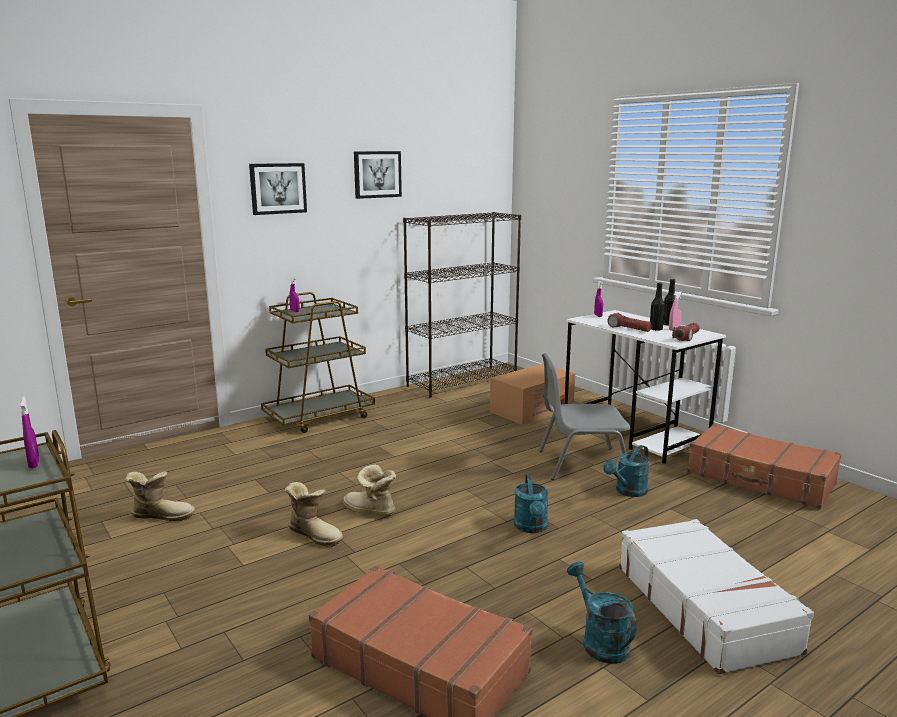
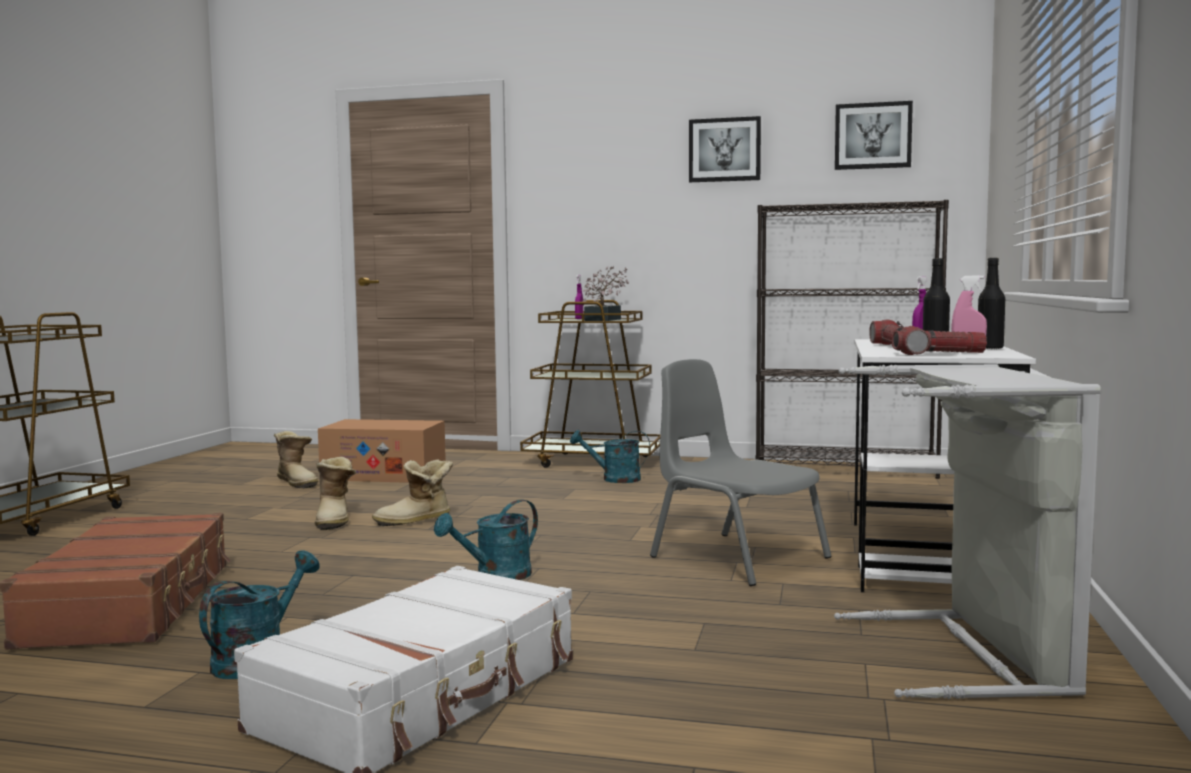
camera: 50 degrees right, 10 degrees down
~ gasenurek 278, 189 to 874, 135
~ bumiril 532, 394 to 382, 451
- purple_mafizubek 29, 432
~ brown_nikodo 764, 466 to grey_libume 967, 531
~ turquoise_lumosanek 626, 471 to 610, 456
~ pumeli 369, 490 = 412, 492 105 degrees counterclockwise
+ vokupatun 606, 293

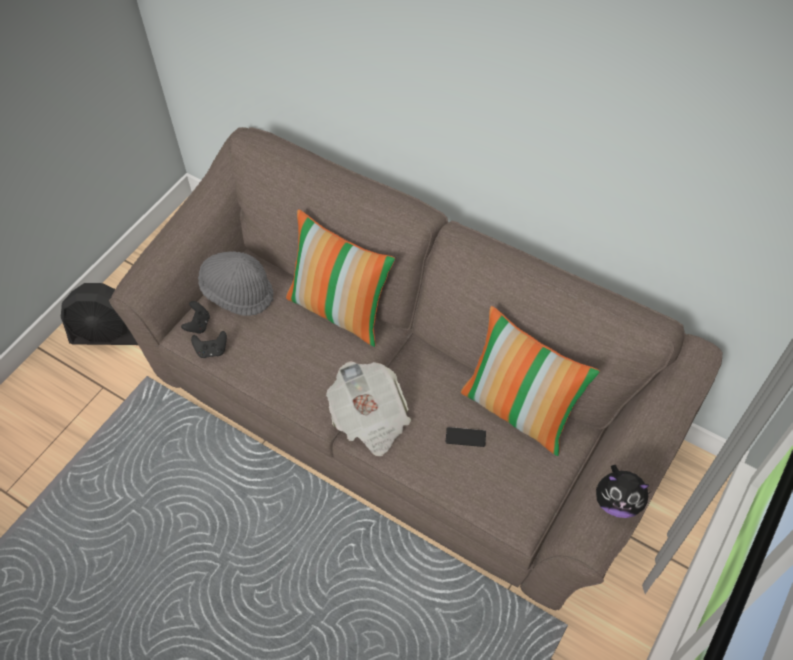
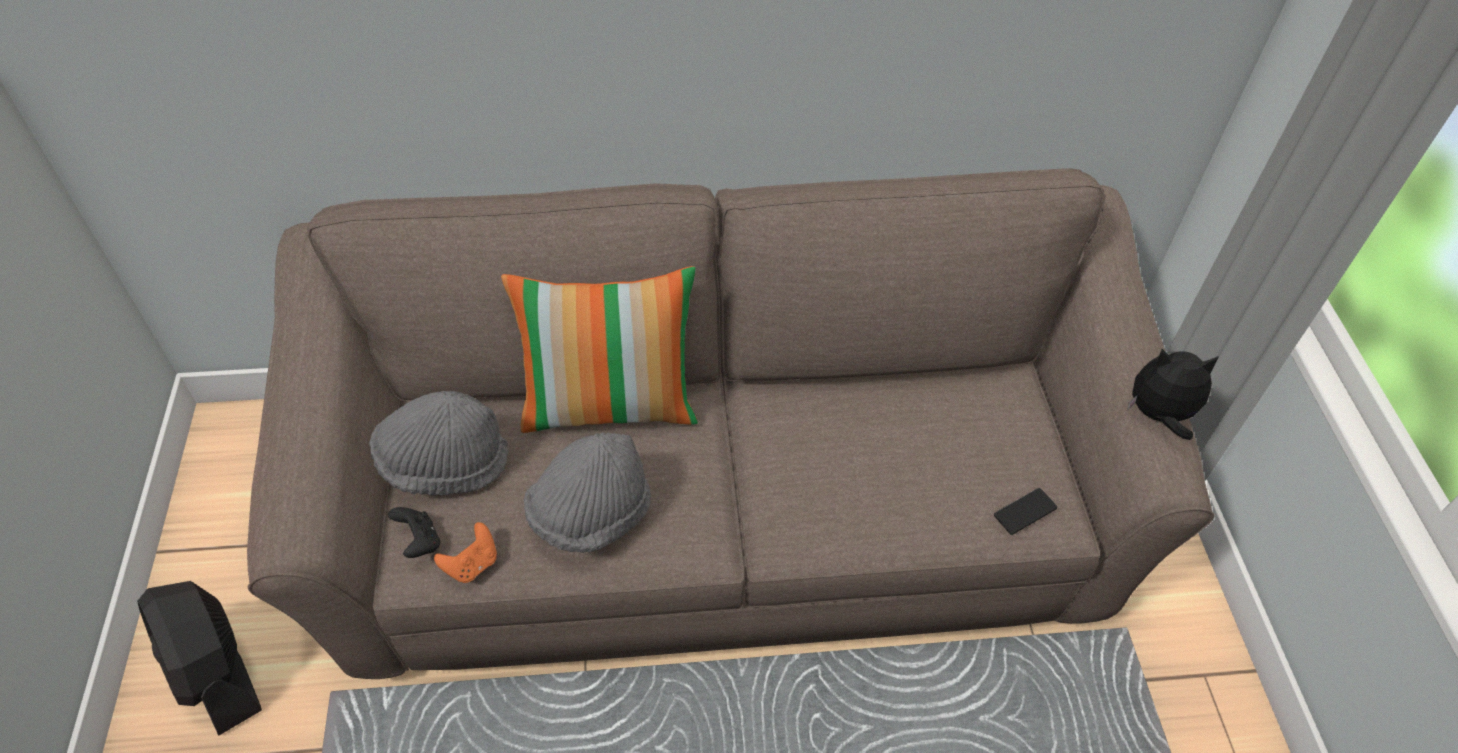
camera: 40 degrees left, 5 degrees down
~ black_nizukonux 99, 314 = 199, 658 90 degrees clockwise
- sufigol 530, 381
~ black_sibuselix 209, 344 to orange_sibuselix 465, 552
- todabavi 368, 408
~ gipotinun 466, 437 to 1025, 511
~ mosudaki 624, 491 = 1173, 394 150 degrees counterclockwise
+ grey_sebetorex 587, 492

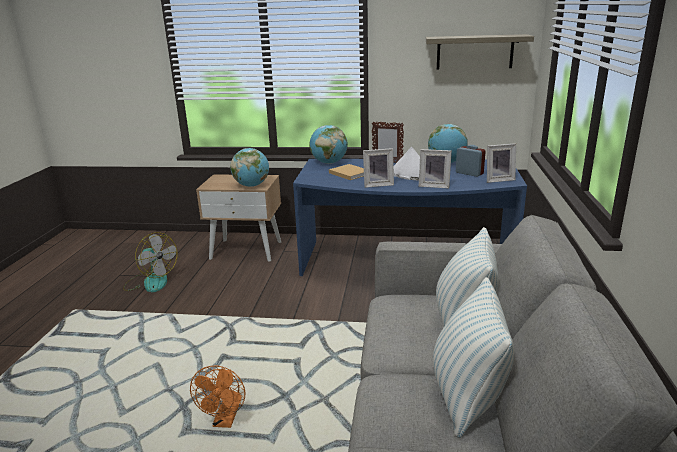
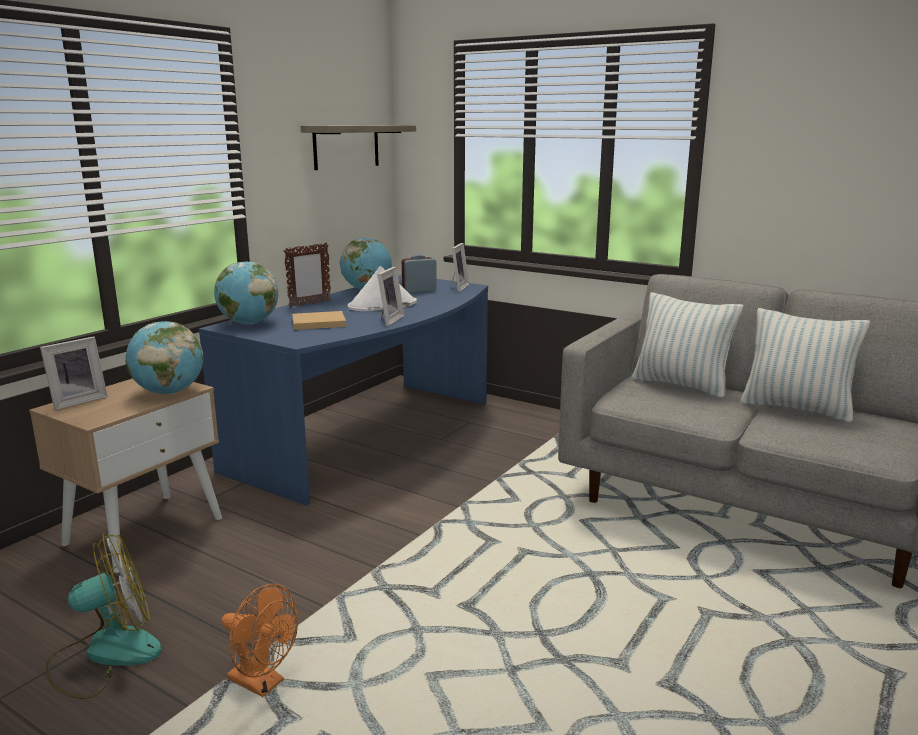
camera: 65 degrees left, 5 degrees down
~ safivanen 435, 169 to 74, 373
~ orange_nizukonux 217, 396 to 259, 640

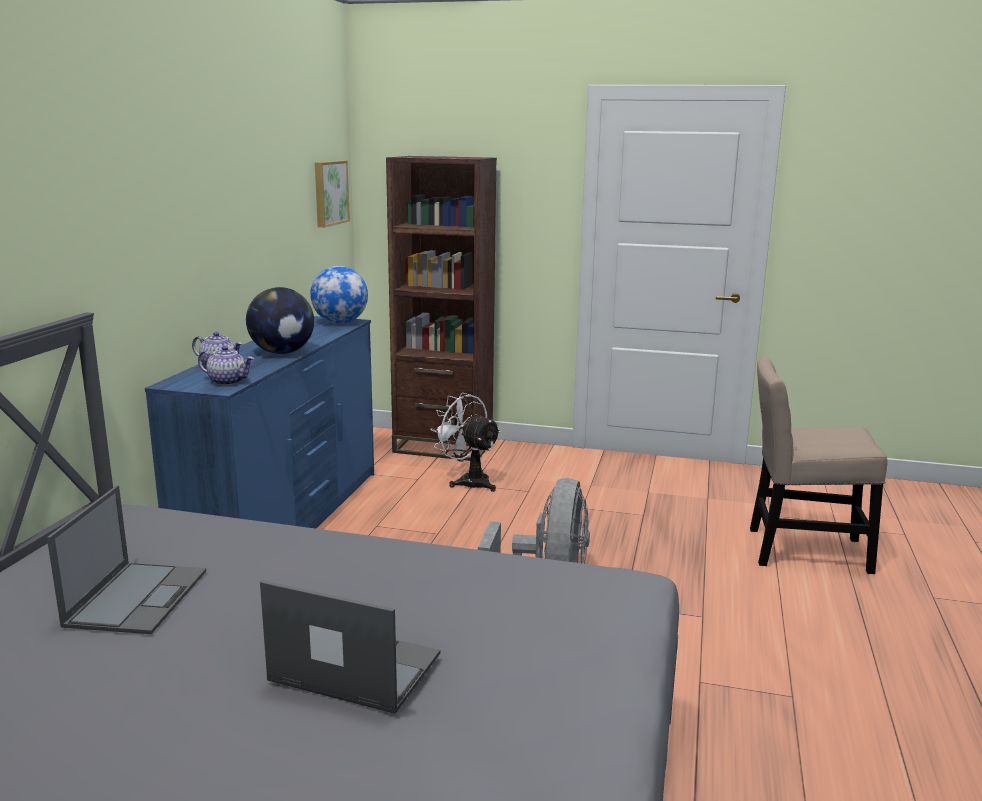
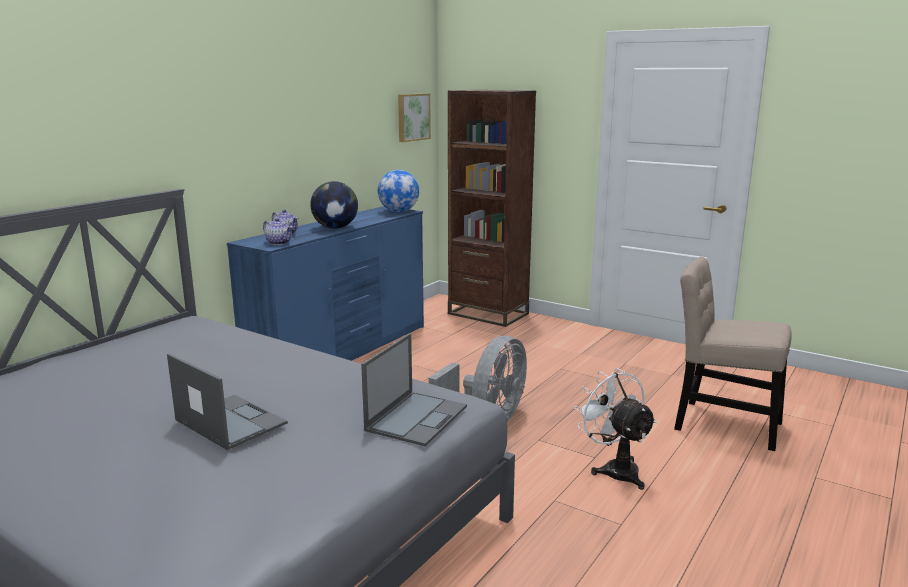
camera: 20 degrees right, 0 degrees up
~ white_nizukonux 465, 442 to 615, 429
~ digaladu 126, 560 to 414, 389

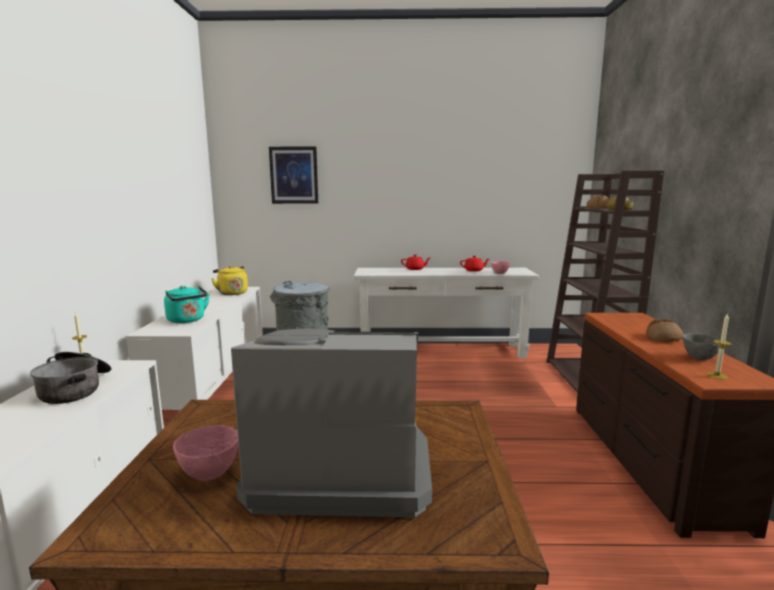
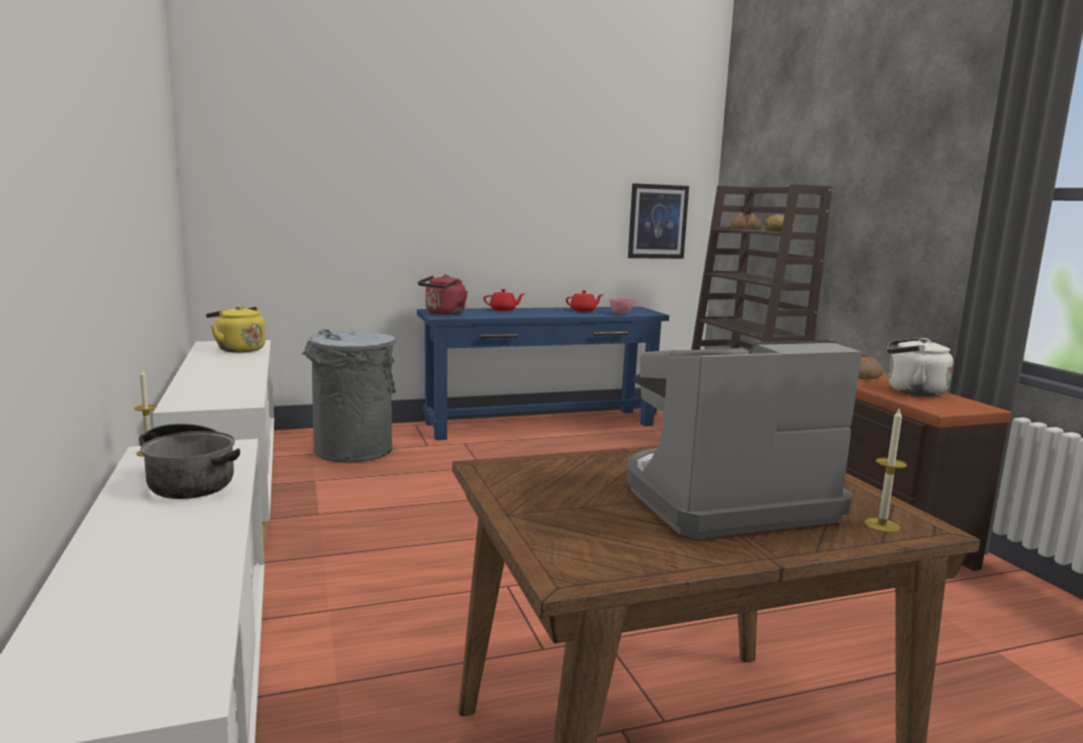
camera: 20 degrees left, 0 degrees up
~ gasenurek 293, 175 to 658, 221
~ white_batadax 446, 313 to blue_batadax 543, 373
- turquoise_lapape 187, 304
~ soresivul 719, 346 to 885, 470
~ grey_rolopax 702, 346 to white_lapape 920, 367
- pink_rolopax 206, 453
+ red_lapape 443, 294

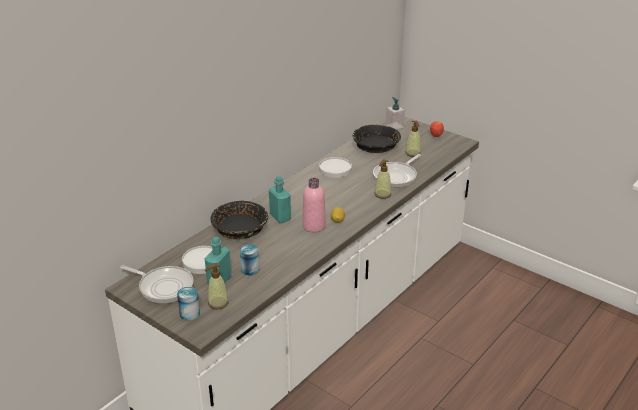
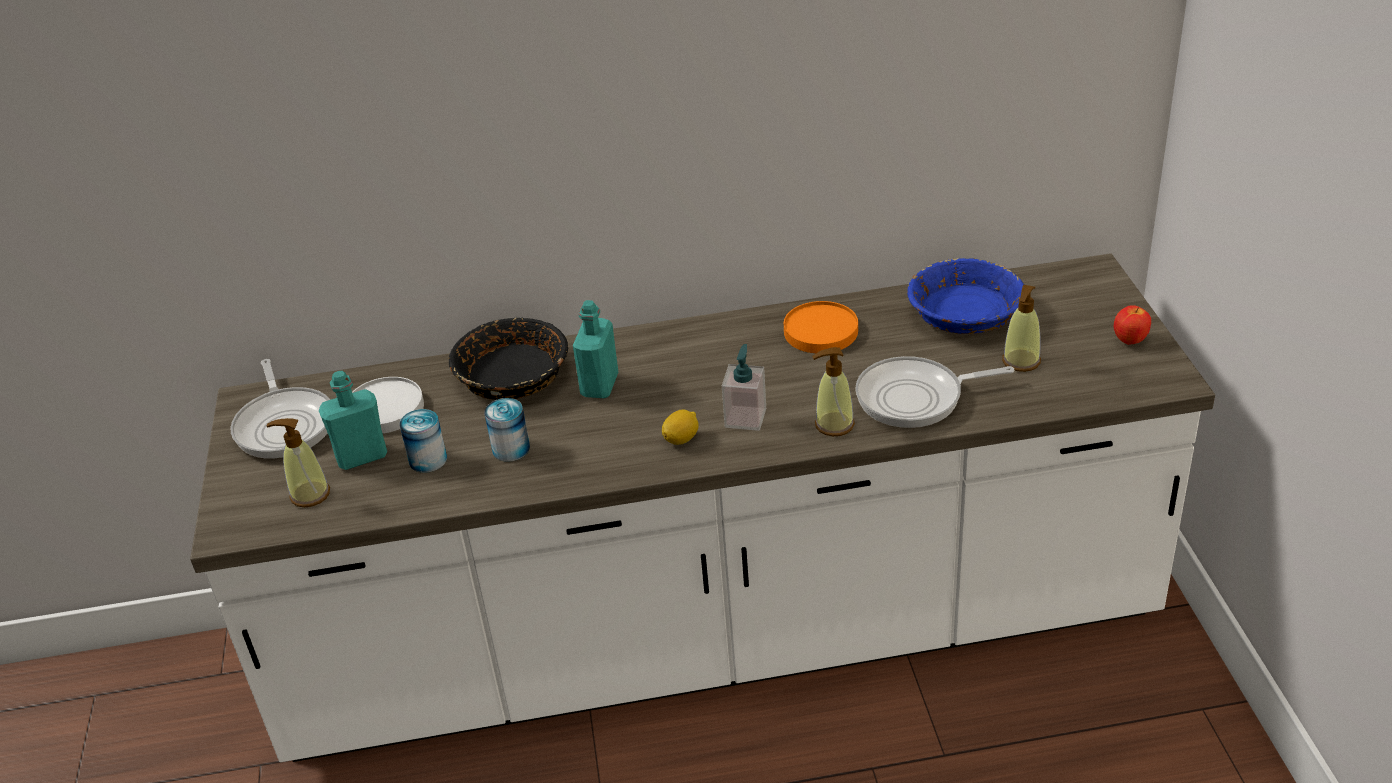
camera: 45 degrees right, 5 degrees up
~ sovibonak 395, 113 to 744, 387
~ black_rolopax 377, 138 to blue_rolopax 965, 296
~ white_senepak 335, 167 to orange_senepak 821, 327
- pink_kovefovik 314, 205
~ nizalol 188, 304 to 507, 430

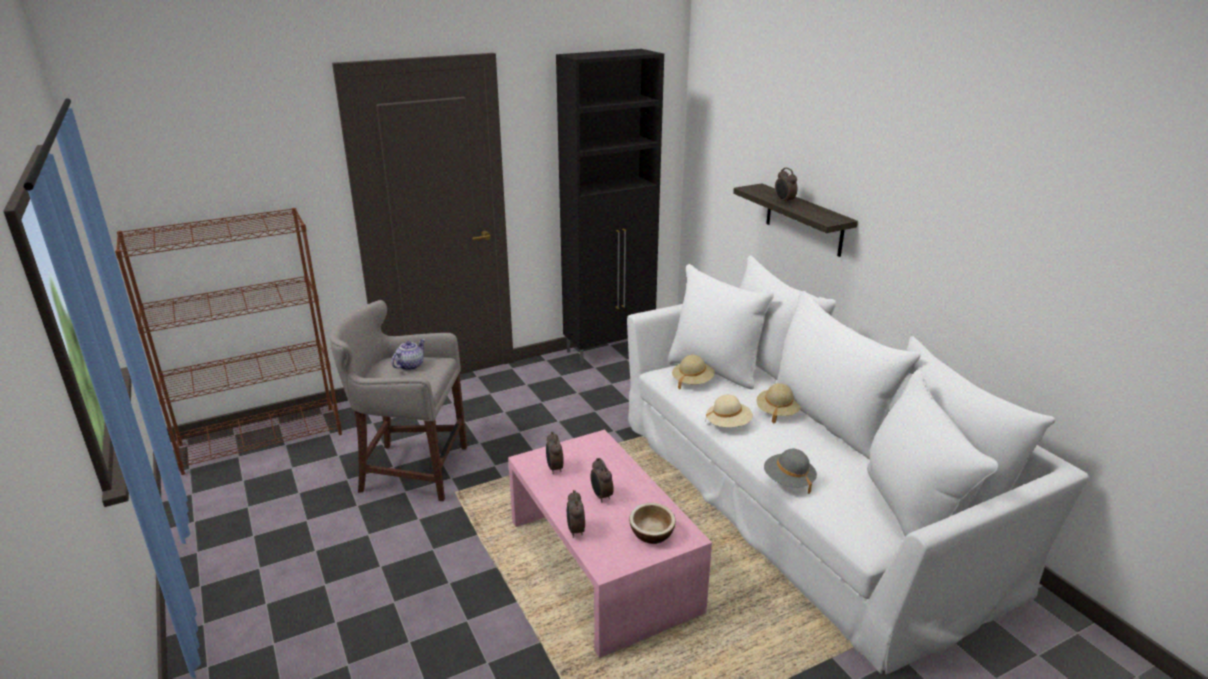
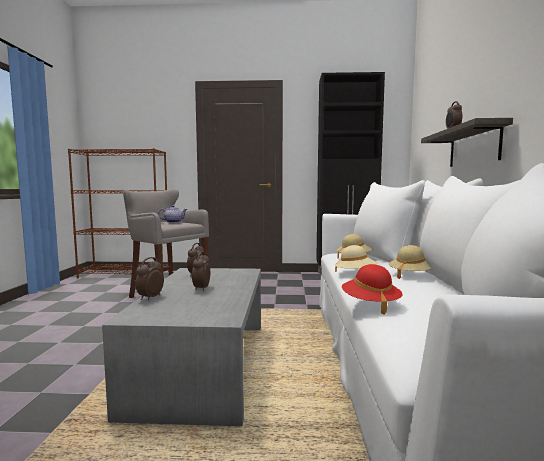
camera: 30 degrees right, 20 degrees down
~ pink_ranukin 610, 544 to grey_ranukin 181, 347
~ grey_sebetorex 790, 471 to red_sebetorex 372, 289
- rolopax 652, 523

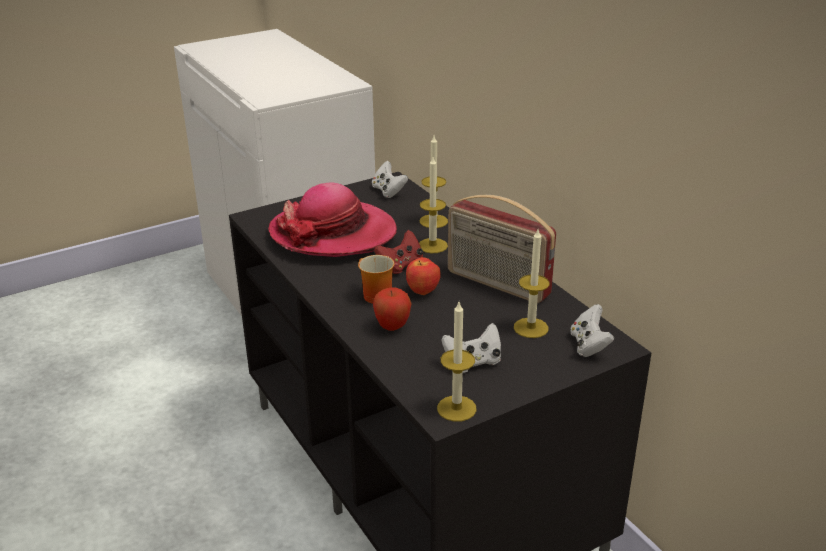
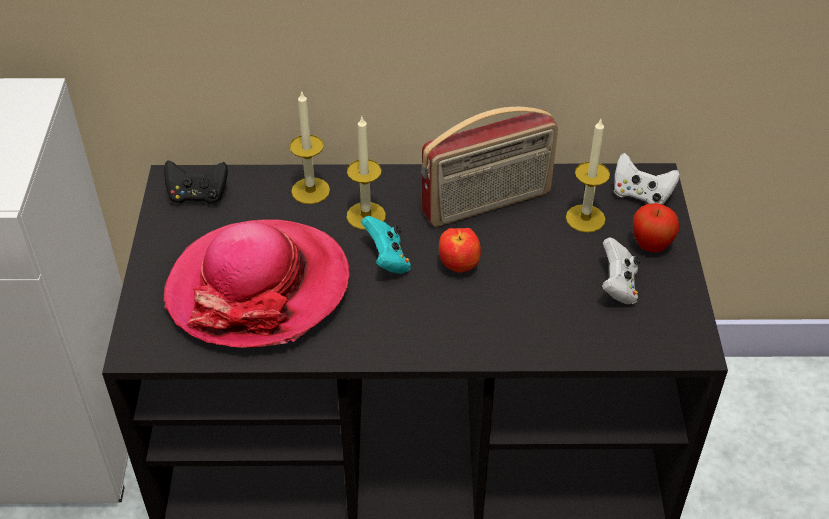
camera: 60 degrees left, 15 degrees up
~ white_sibuselix 390, 179 to black_sibuselix 196, 182
~ red_sibuselix 398, 252 to turquoise_sibuselix 386, 245
- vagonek 376, 279
~ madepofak 392, 309 to 656, 227
- soresivul 457, 362

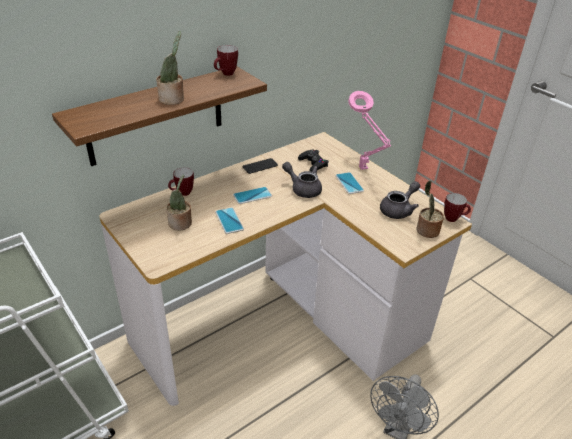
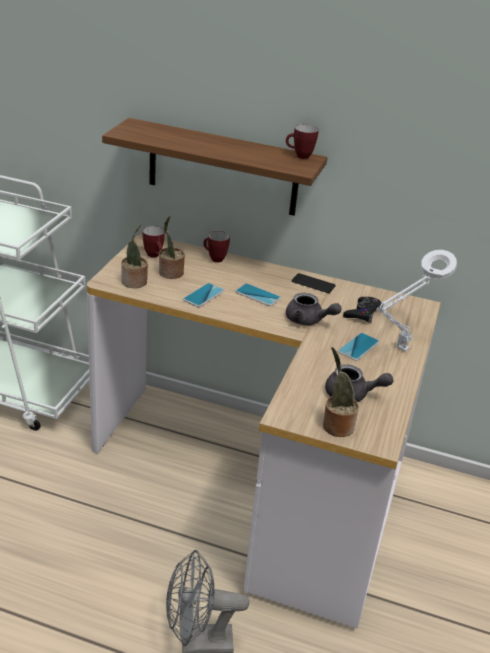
camera: 55 degrees right, 5 degrees down
~ vokupatun 170, 68 to 134, 256
~ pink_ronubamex 369, 130 to white_ronubamex 416, 300
~ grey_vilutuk 302, 180 = 314, 309 120 degrees clockwise
~ vagonek 457, 207 to 153, 242

